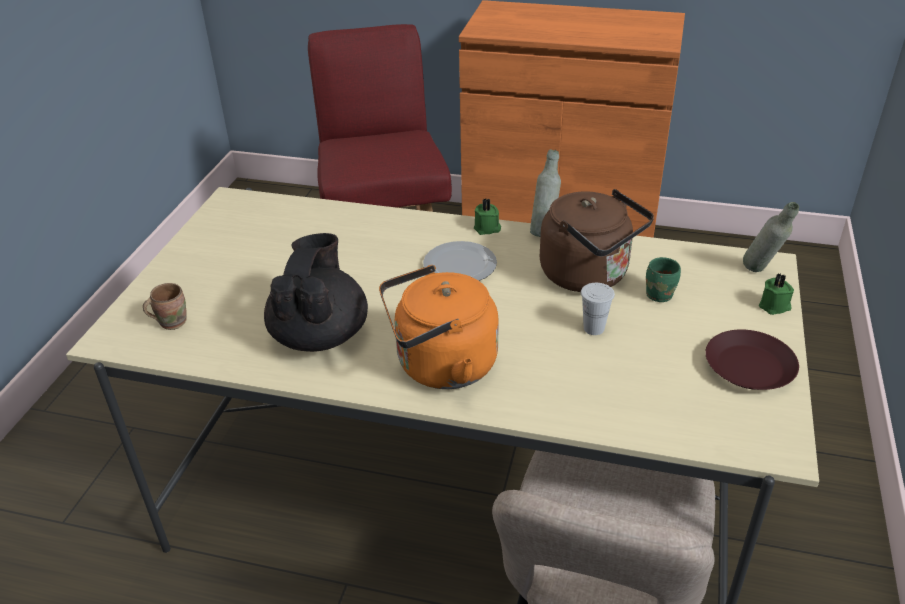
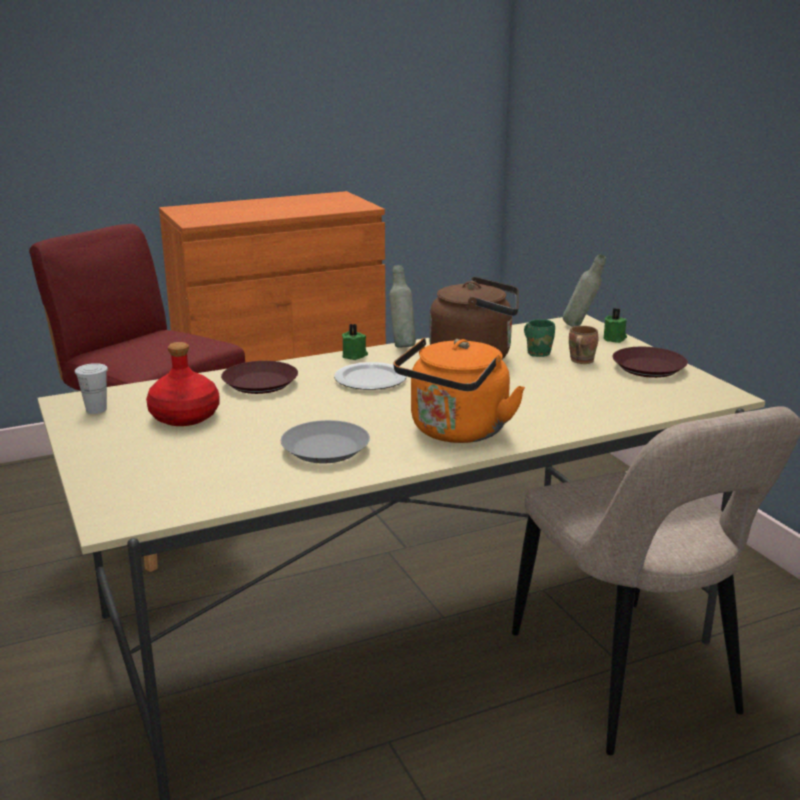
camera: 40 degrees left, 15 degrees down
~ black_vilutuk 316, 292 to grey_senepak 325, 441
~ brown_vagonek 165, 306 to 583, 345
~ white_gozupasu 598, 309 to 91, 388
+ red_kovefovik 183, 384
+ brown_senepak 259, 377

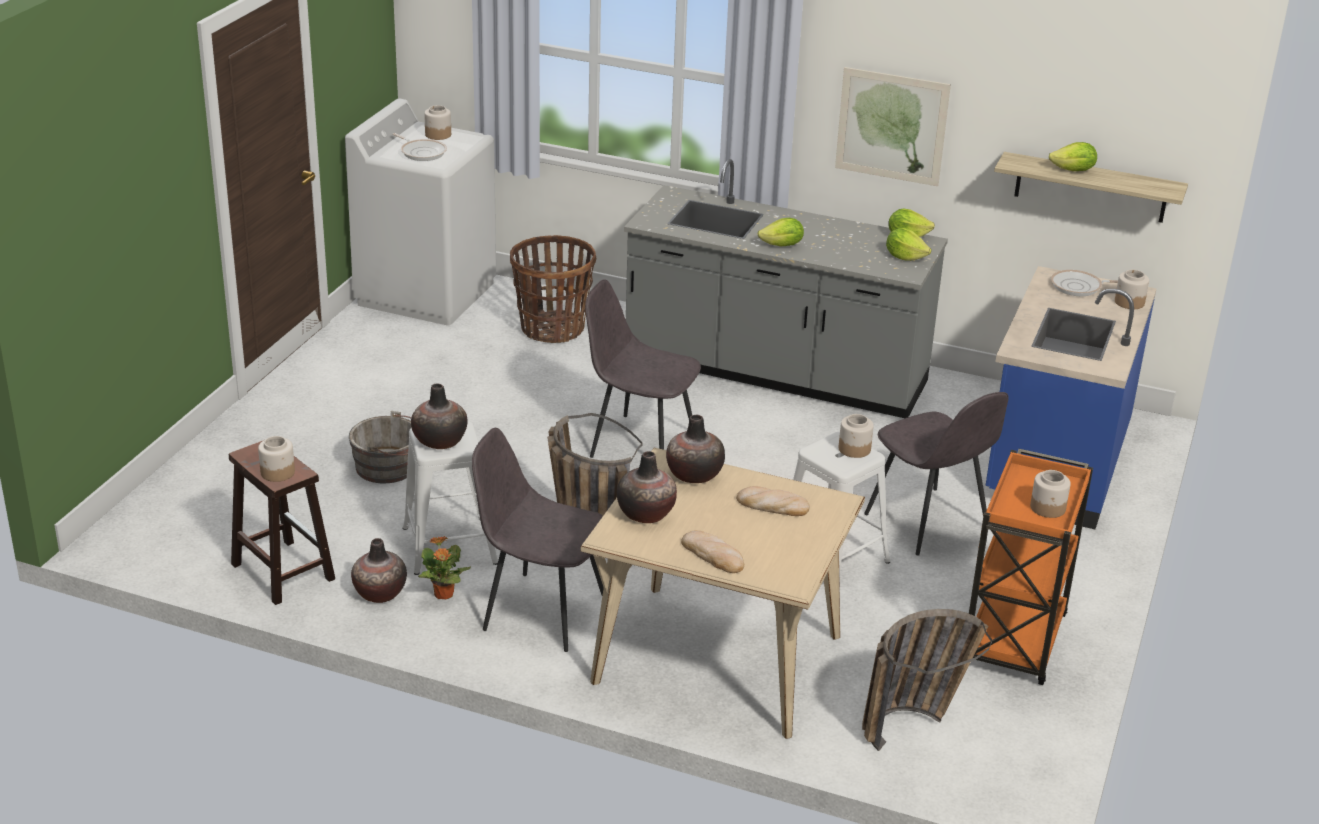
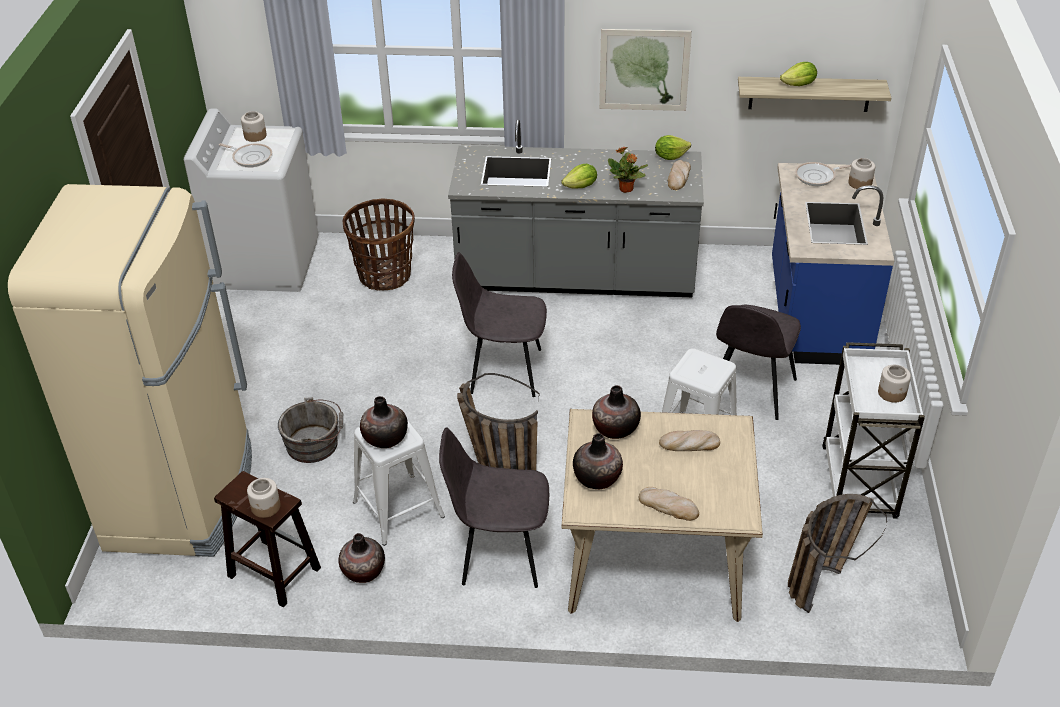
camera: 15 degrees left, 10 degrees up
~ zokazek 908, 244 to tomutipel 679, 175
~ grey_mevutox 936, 474 = 758, 362 75 degrees clockwise
- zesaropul 856, 436
~ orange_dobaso 1031, 567 to white_dobaso 873, 430
~ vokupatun 444, 567 to 628, 170
+ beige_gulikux 130, 370

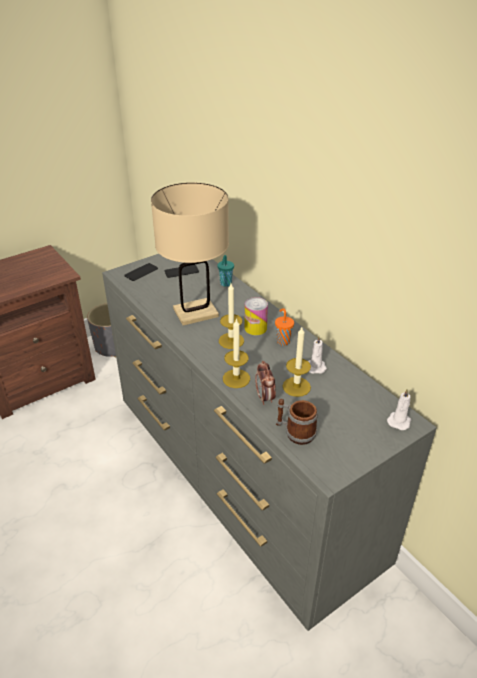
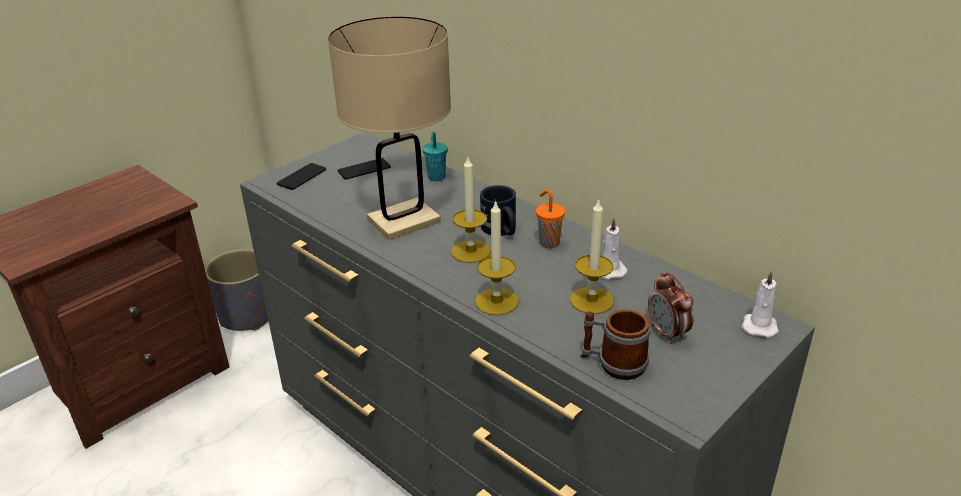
camera: 10 degrees left, 5 degrees down
~ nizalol 256, 316 to black_vagonek 498, 210
~ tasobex 265, 383 to 671, 308

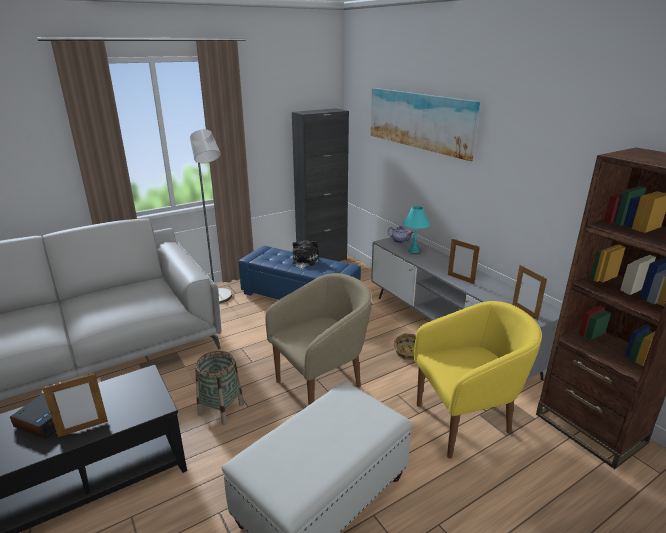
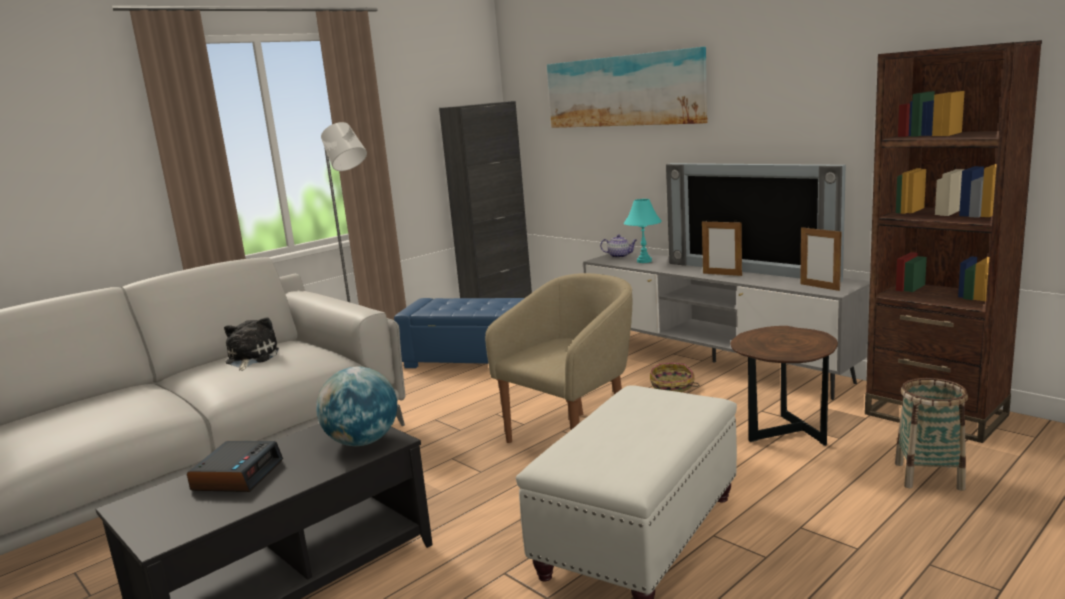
camera: 10 degrees left, 10 degrees down
~ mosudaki 305, 255 to 251, 344
~ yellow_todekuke 478, 379 to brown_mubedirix 784, 386
~ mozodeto 219, 388 to 931, 434
- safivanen 75, 405
+ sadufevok 756, 223
+ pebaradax 356, 406

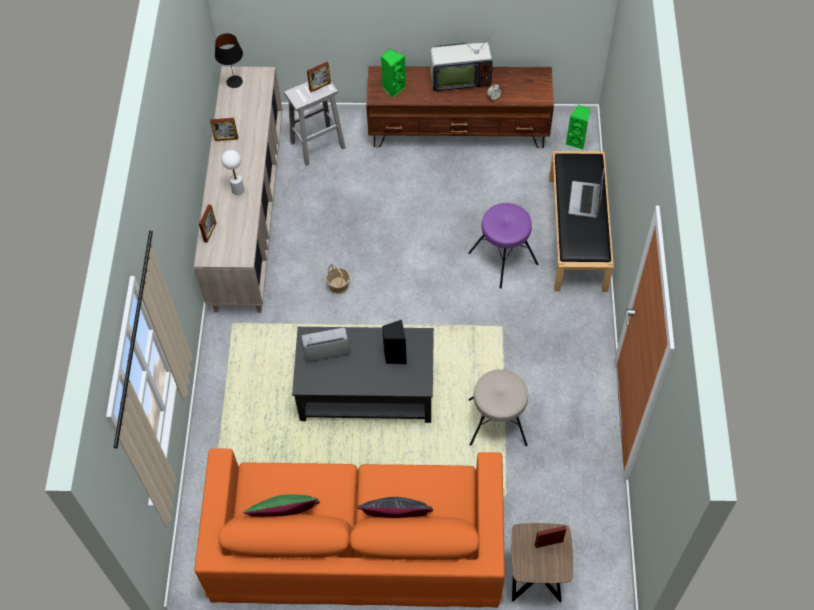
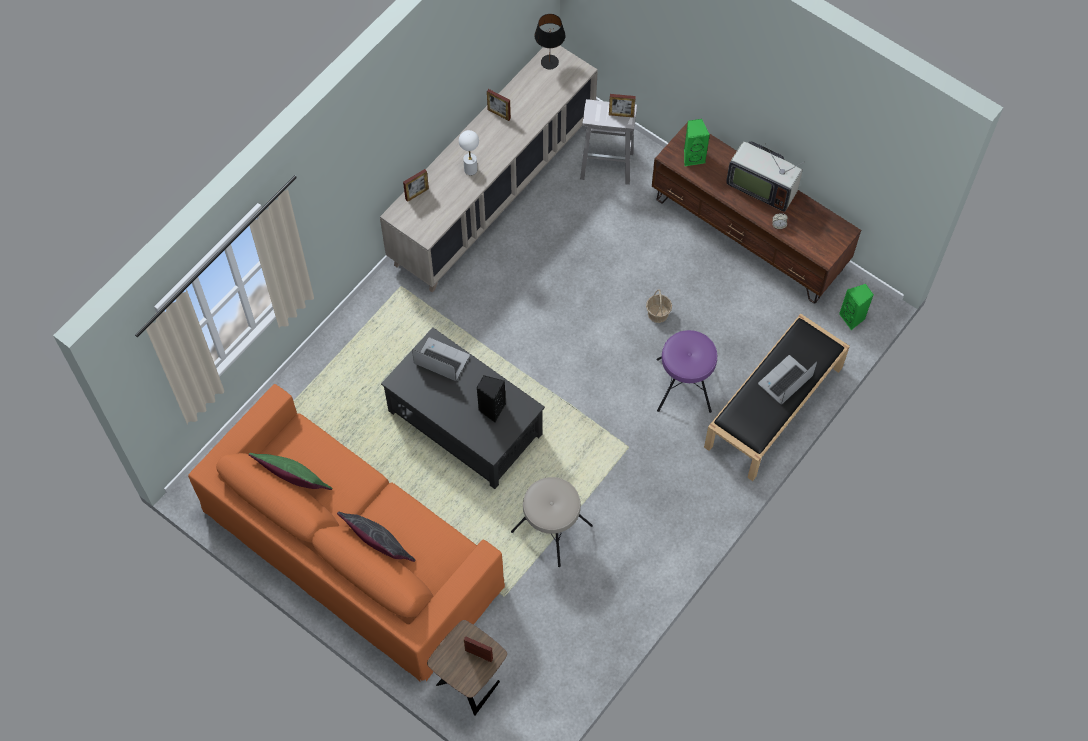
camera: 35 degrees right, 5 degrees up
~ mozodeto 338, 279 to 659, 306

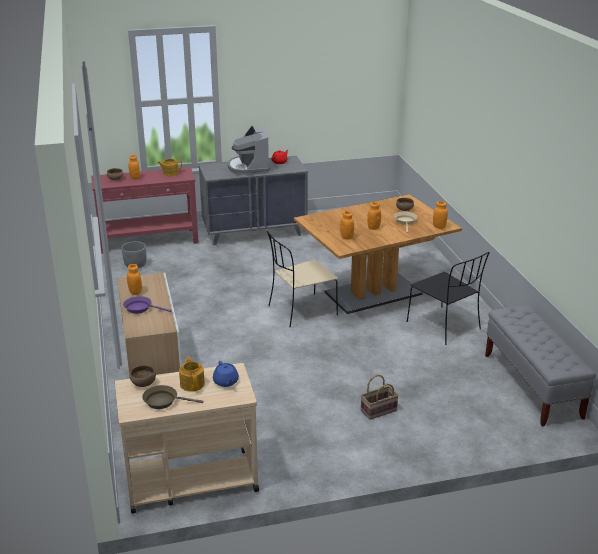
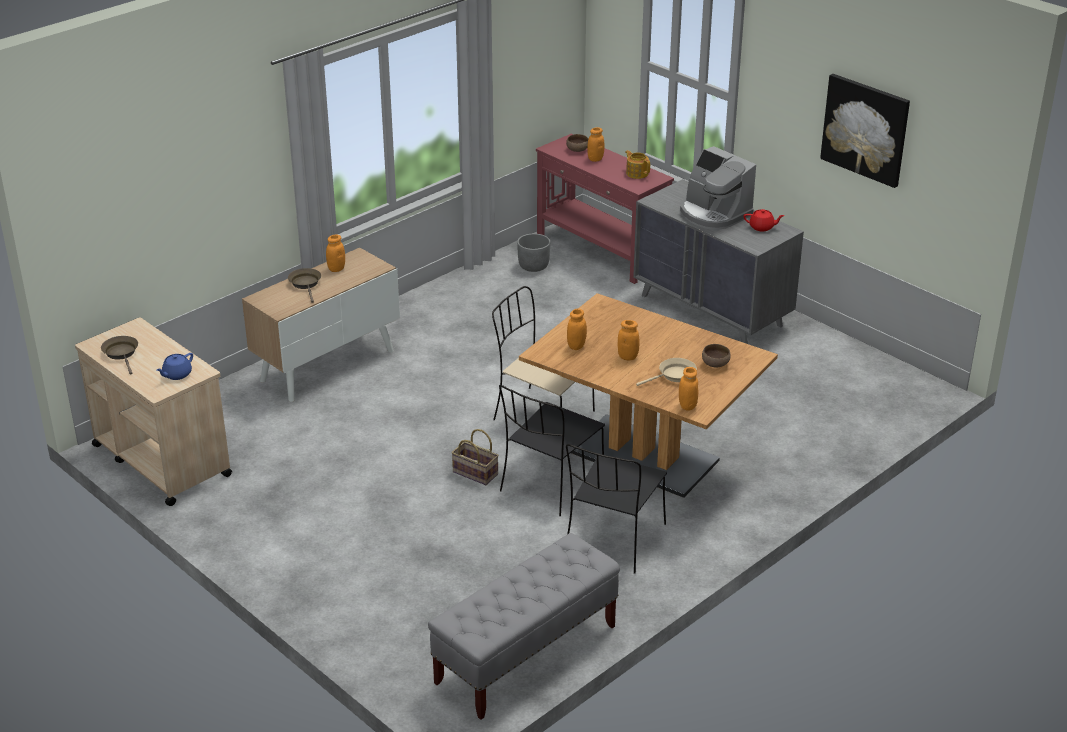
camera: 60 degrees right, 5 degrees up
~ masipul 249, 150 = 718, 188 90 degrees counterclockwise
~ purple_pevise 147, 305 to brown_pevise 304, 285
- vilutuk 192, 374
- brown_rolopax 143, 376
~ mozodeto 380, 397 to 475, 457
+ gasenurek 865, 131
+ black_mevutox 552, 450

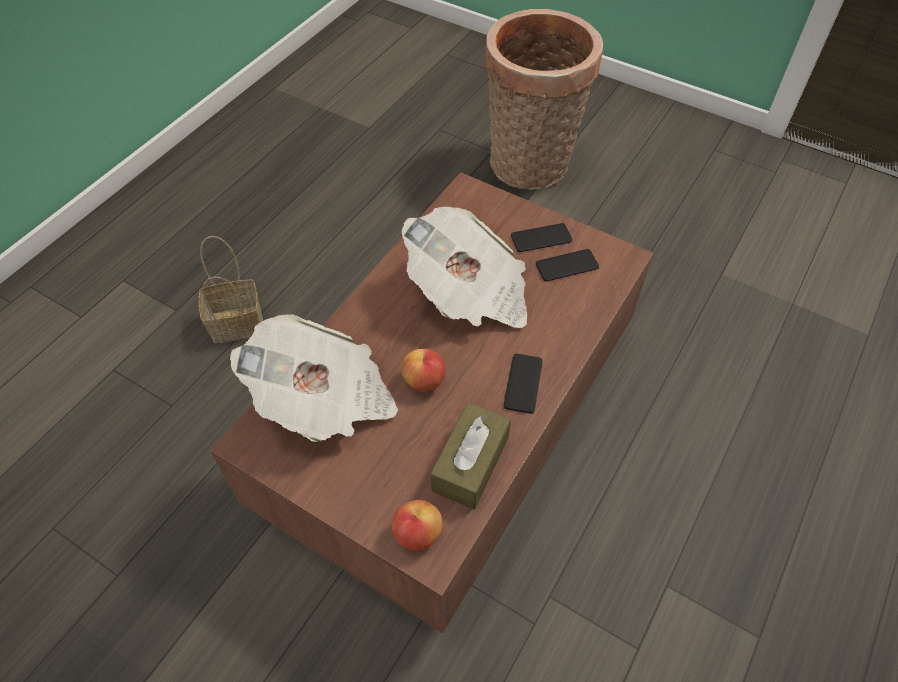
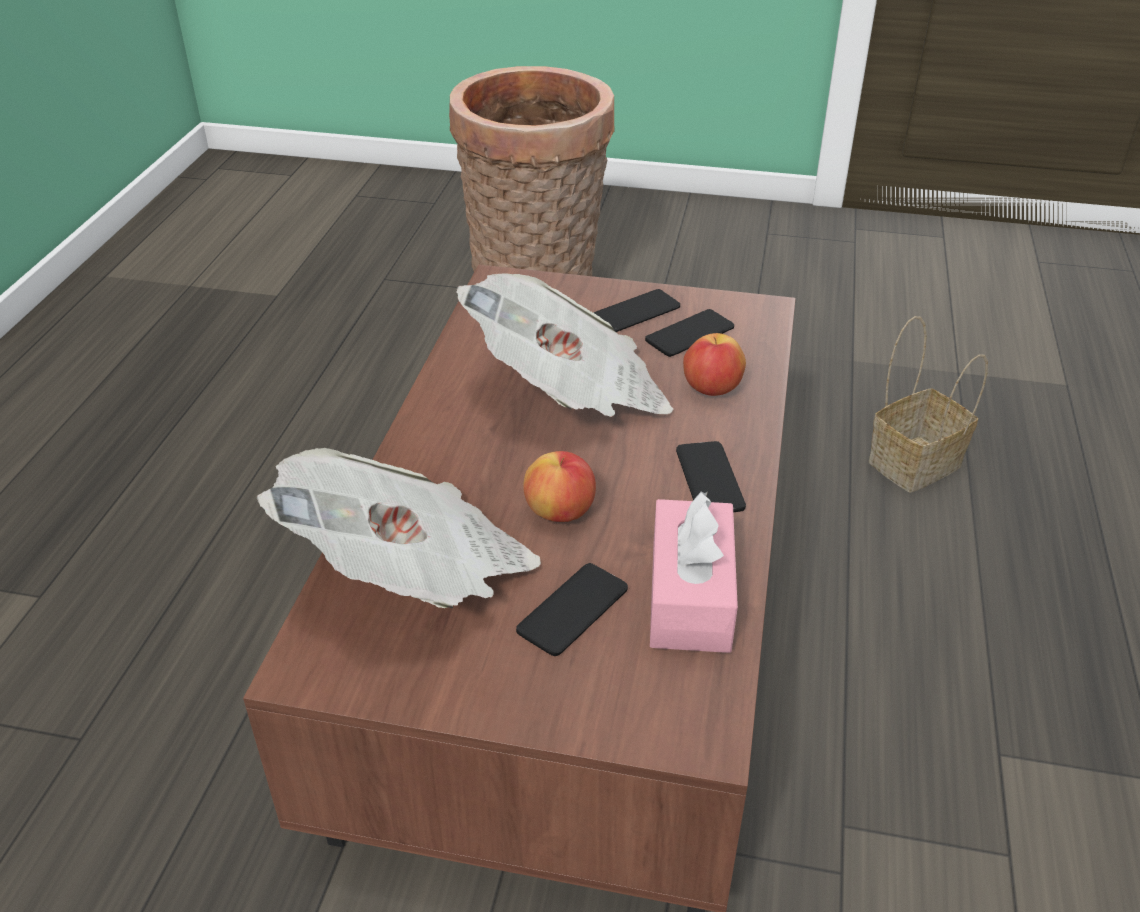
camera: 20 degrees left, 15 degrees down
~ mozodeto 231, 289 to 928, 404
~ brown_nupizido 471, 455 to pink_nupizido 694, 572
~ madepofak 417, 525 to 714, 364
+ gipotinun 572, 609

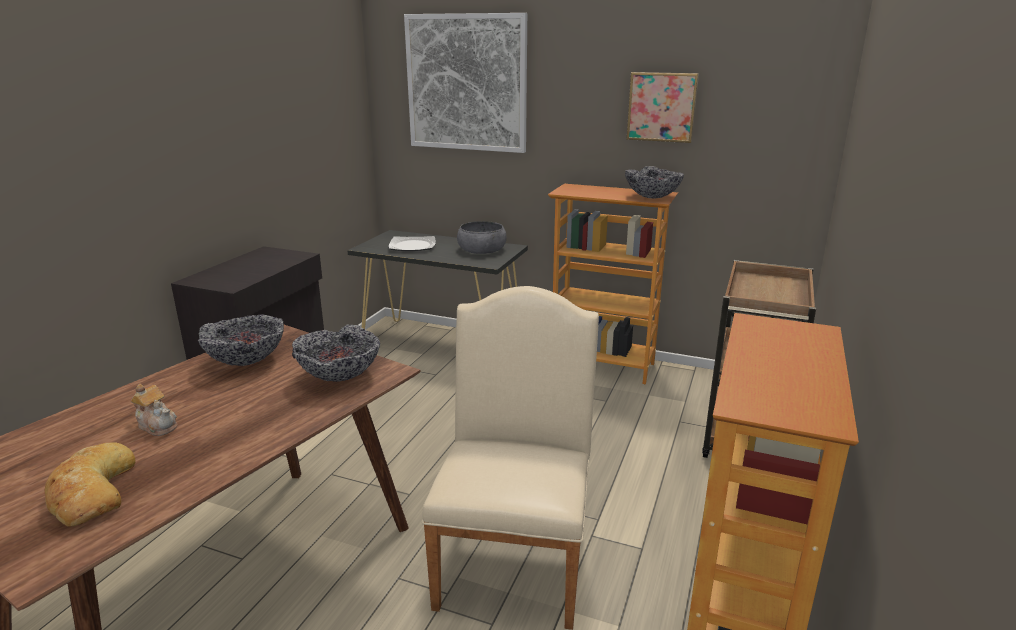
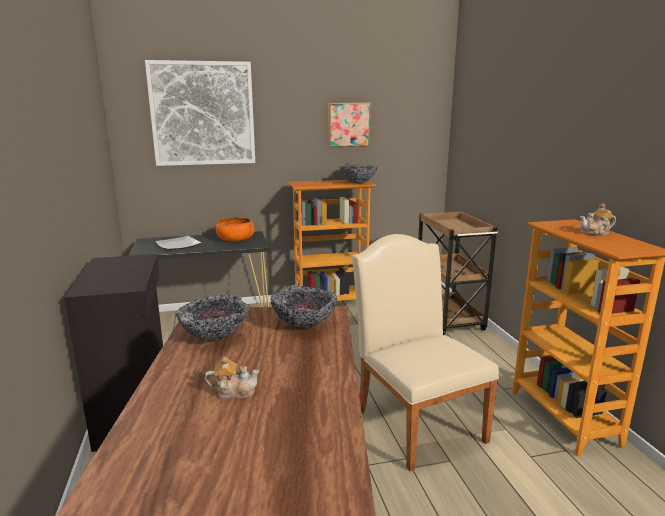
camera: 35 degrees left, 5 degrees down
~ grey_rolopax 482, 237 to orange_rolopax 235, 229
- tomutipel 90, 484
+ vilutuk 598, 219

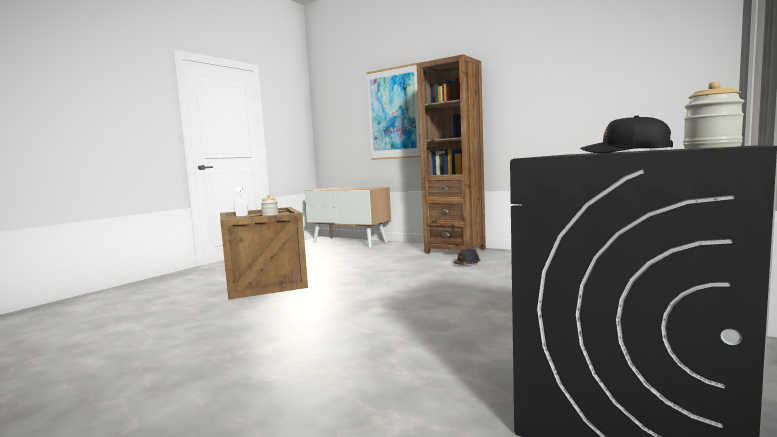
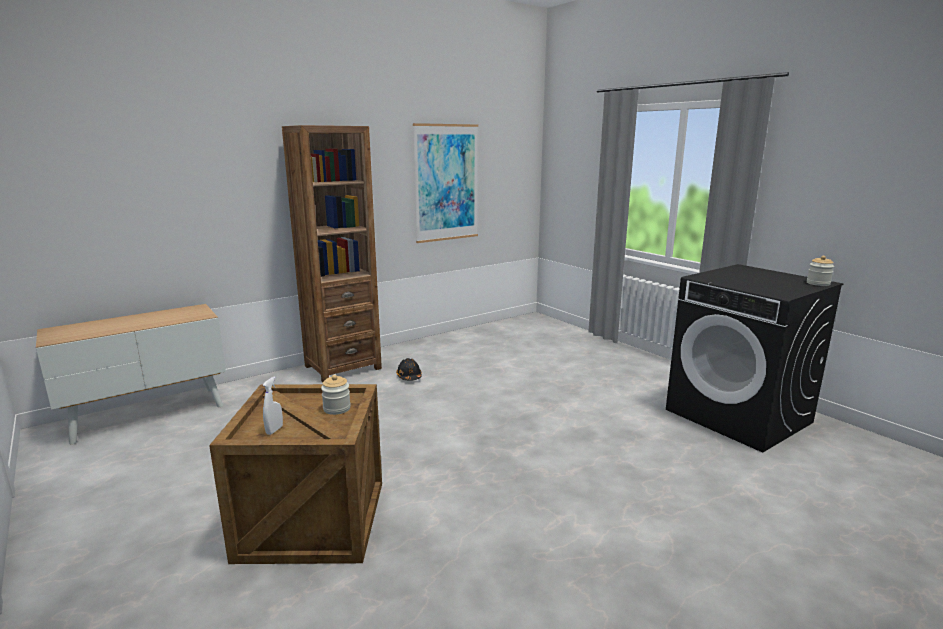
camera: 70 degrees left, 10 degrees up
~ gasenurek 393, 111 to 445, 183
- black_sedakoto 626, 134

